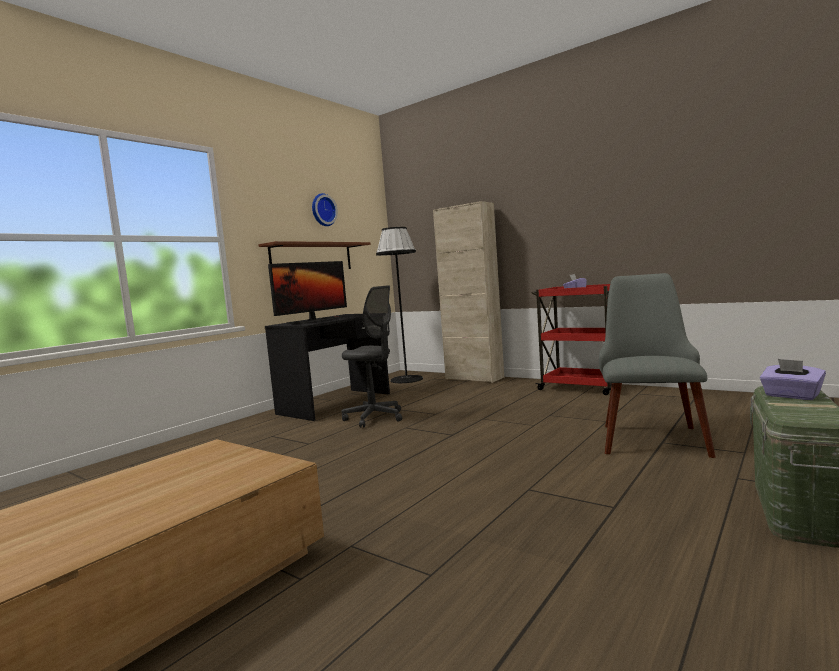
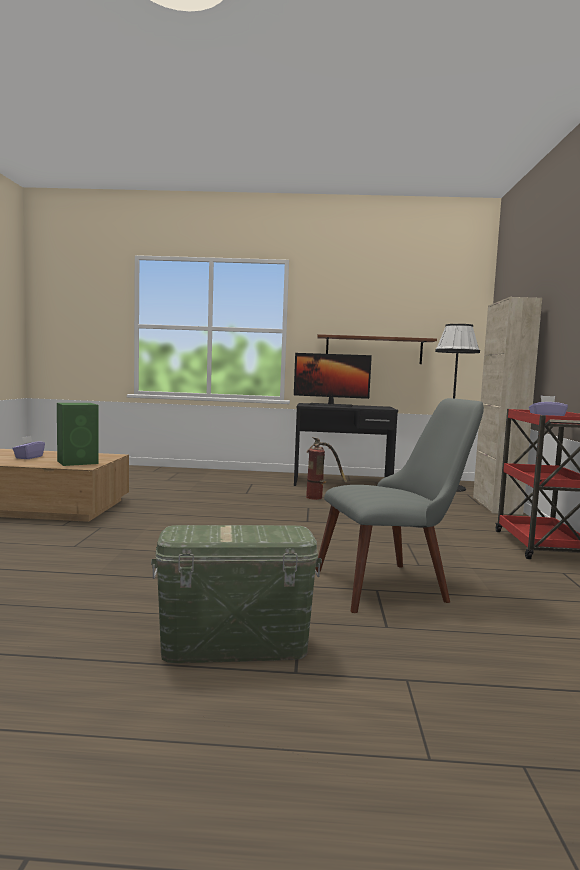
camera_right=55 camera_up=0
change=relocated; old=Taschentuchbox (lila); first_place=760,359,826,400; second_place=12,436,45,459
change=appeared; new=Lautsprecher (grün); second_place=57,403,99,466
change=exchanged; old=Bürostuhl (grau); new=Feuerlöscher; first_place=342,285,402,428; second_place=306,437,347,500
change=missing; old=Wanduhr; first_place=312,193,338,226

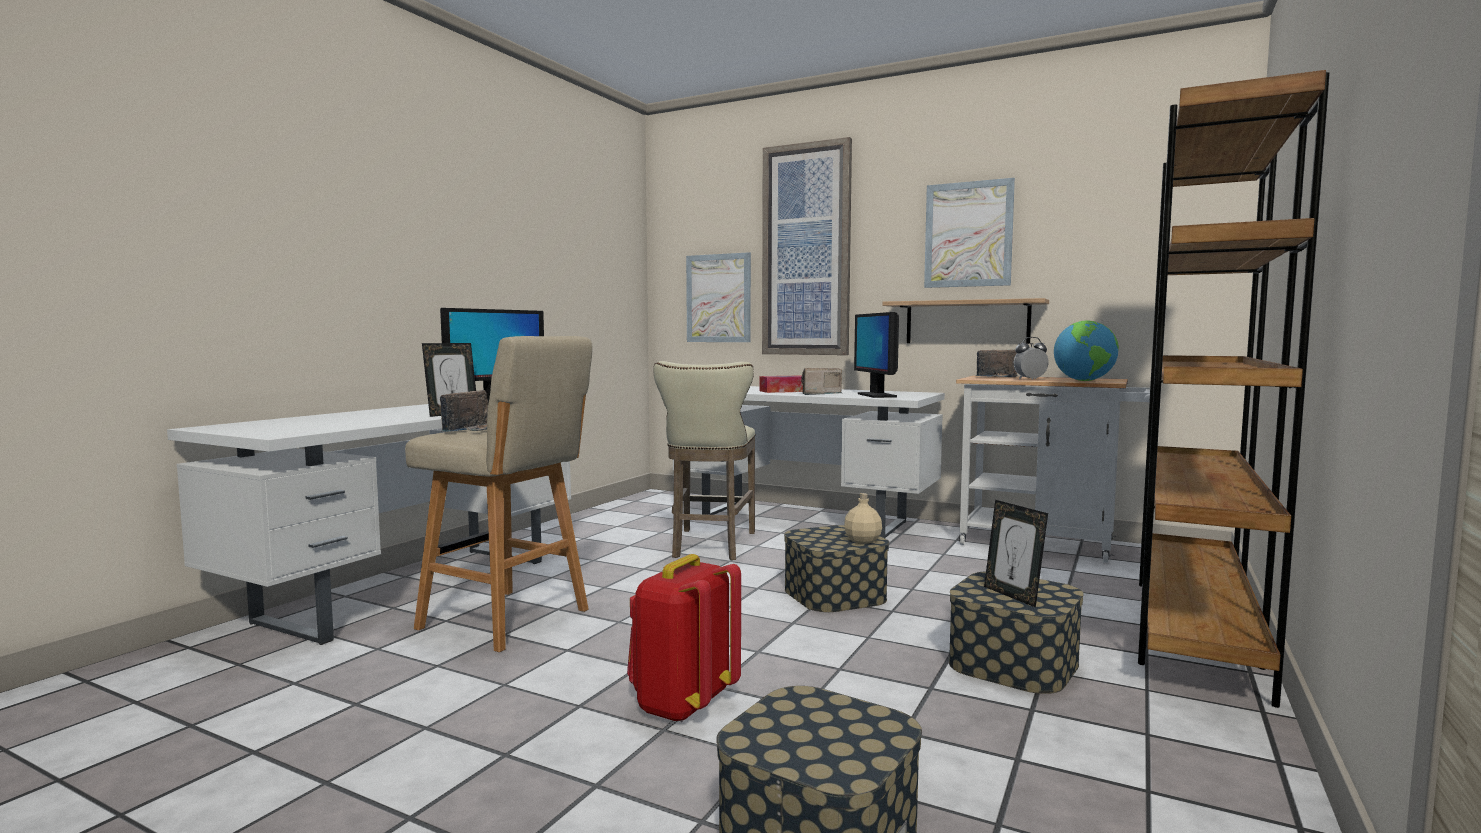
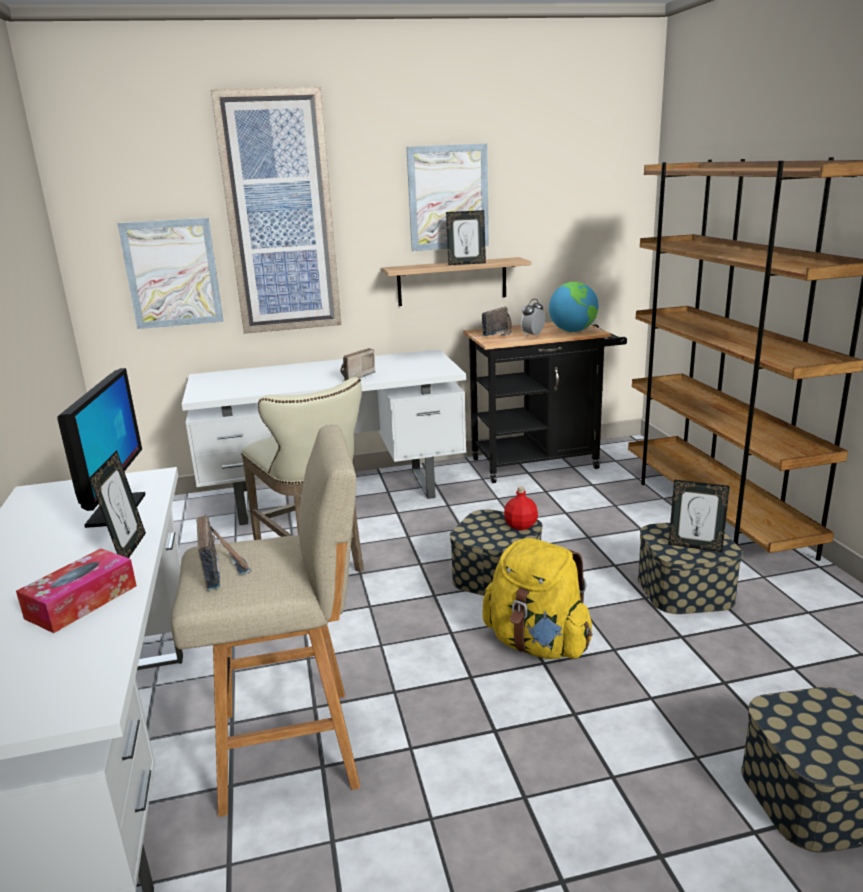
camera_right=-40 camera_up=15
change=relocated; old=Taschentuchbox; first_place=759,375,803,393; second_place=16,548,137,633
change=appeared; new=Bilderrahmen; second_place=446,210,486,265
change=colour; old=Rollwagen (weiß); new=Rollwagen (schwarz); first_place=956,375,1150,563; second_place=463,322,627,483
change=appeared; new=Rucksack (gelb); second_place=482,538,593,659
change=colour; old=Flasche (beige); new=Flasche (rot); first_place=844,493,882,544; second_place=504,486,538,530
change=missing; old=Rucksack (rot); first_place=627,554,741,722
change=missing; old=Monitor; first_place=854,312,899,398

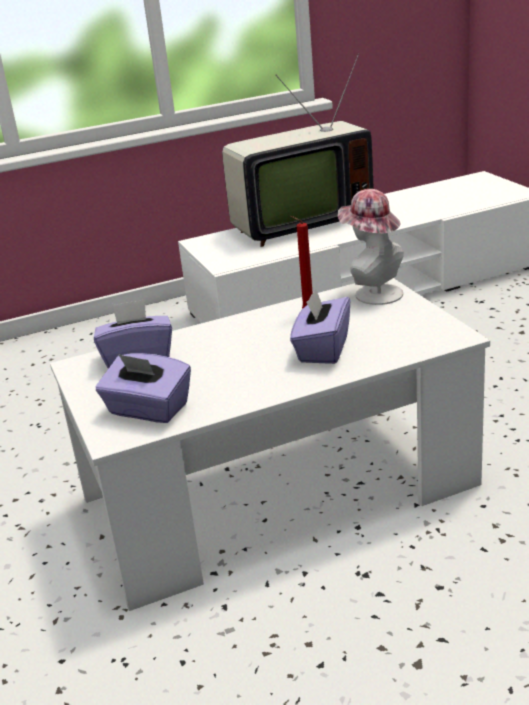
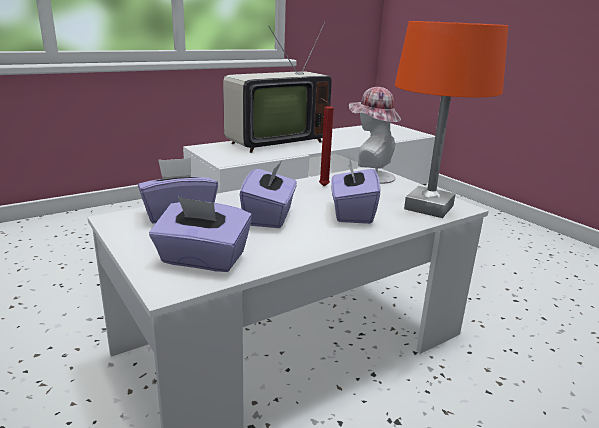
camera_right=-15 camera_up=-5
change=appeared; new=Taschentuchbox (lila); second_place=240,161,297,228
change=appeared; new=Tischlampe (orange); second_place=395,21,508,218

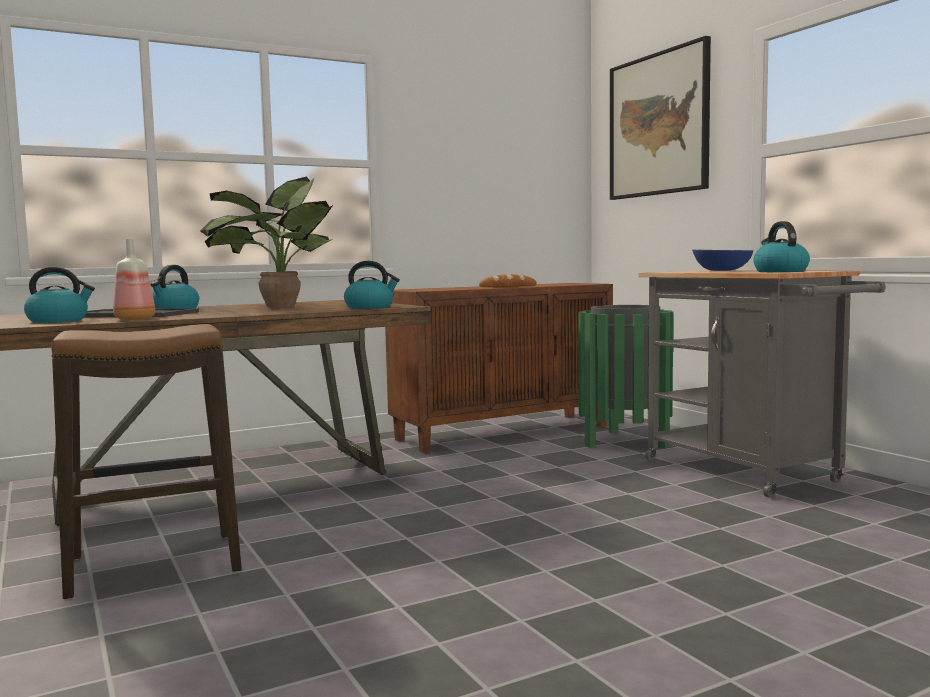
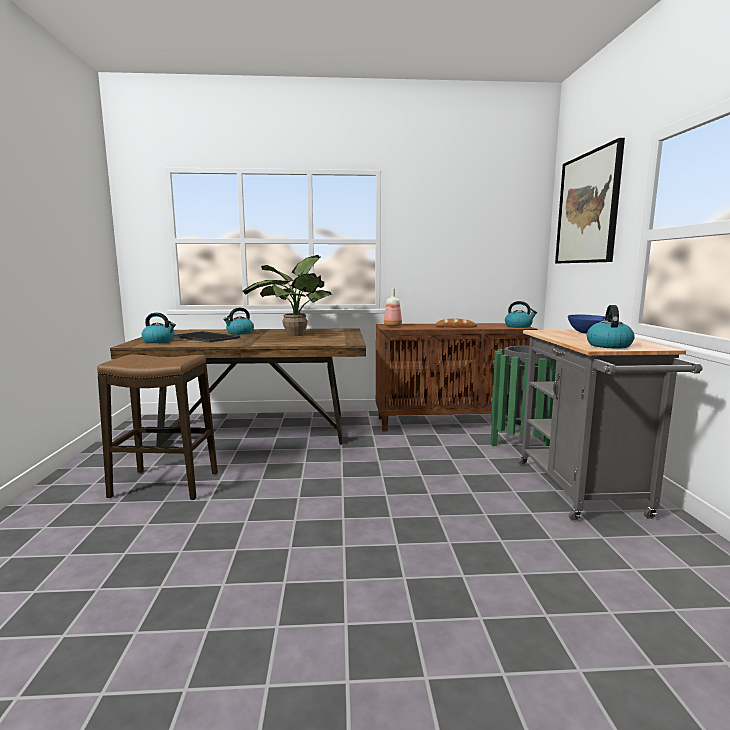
camera_right=25 camera_up=5
change=relocated; old=Flasche; first_place=113,239,155,320; second_place=384,288,402,327
change=relocated; old=Wasserkessel; first_place=344,261,400,309; second_place=505,301,537,328

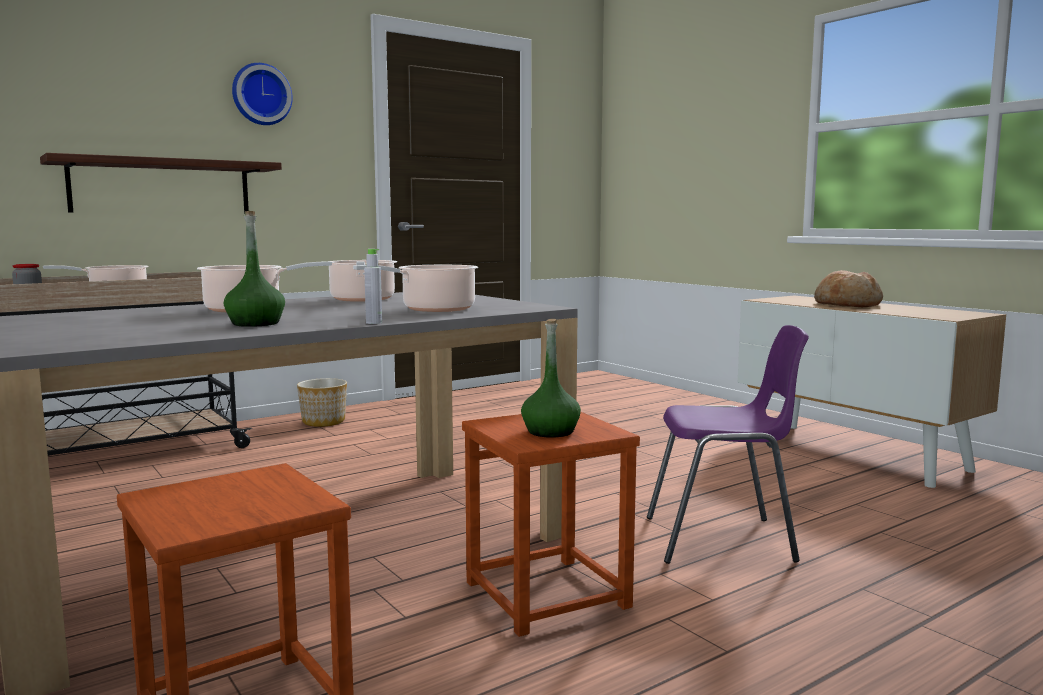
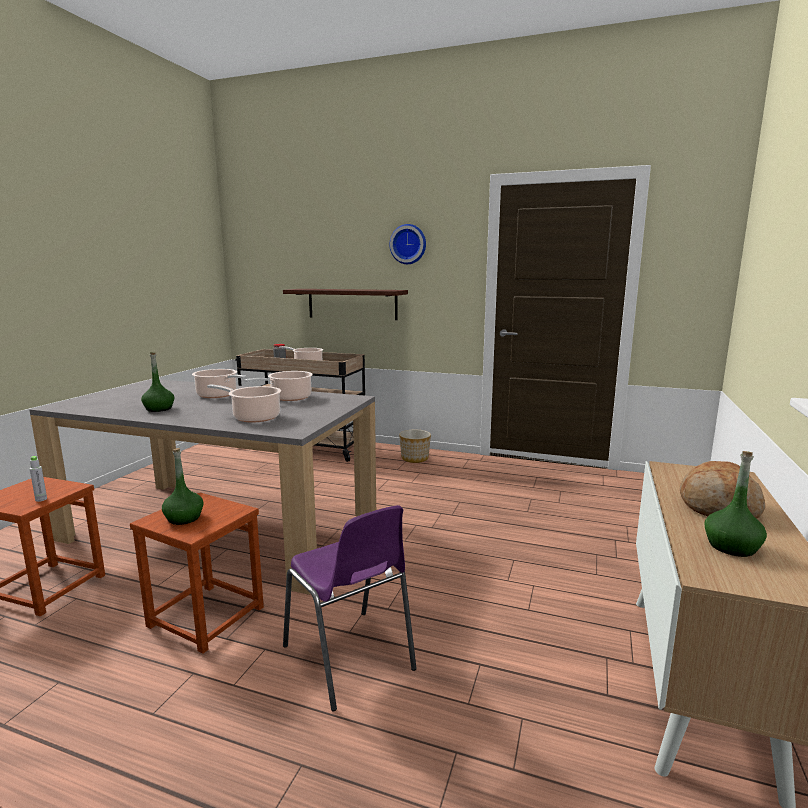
camera_right=55 camera_up=5
change=relocated; old=Flasche (grau); first_place=364,249,382,324; second_place=30,456,47,502
change=appeared; new=Flasche (grün); second_place=704,451,767,557

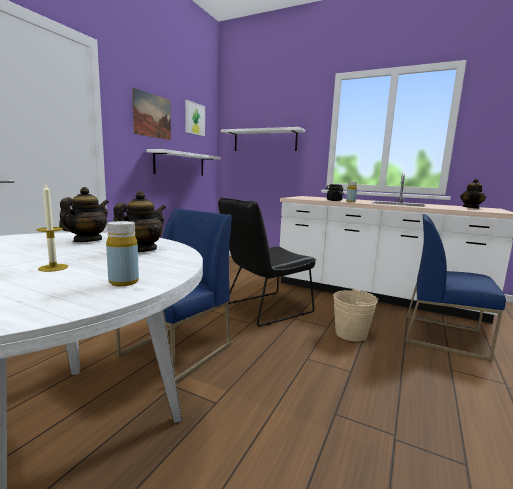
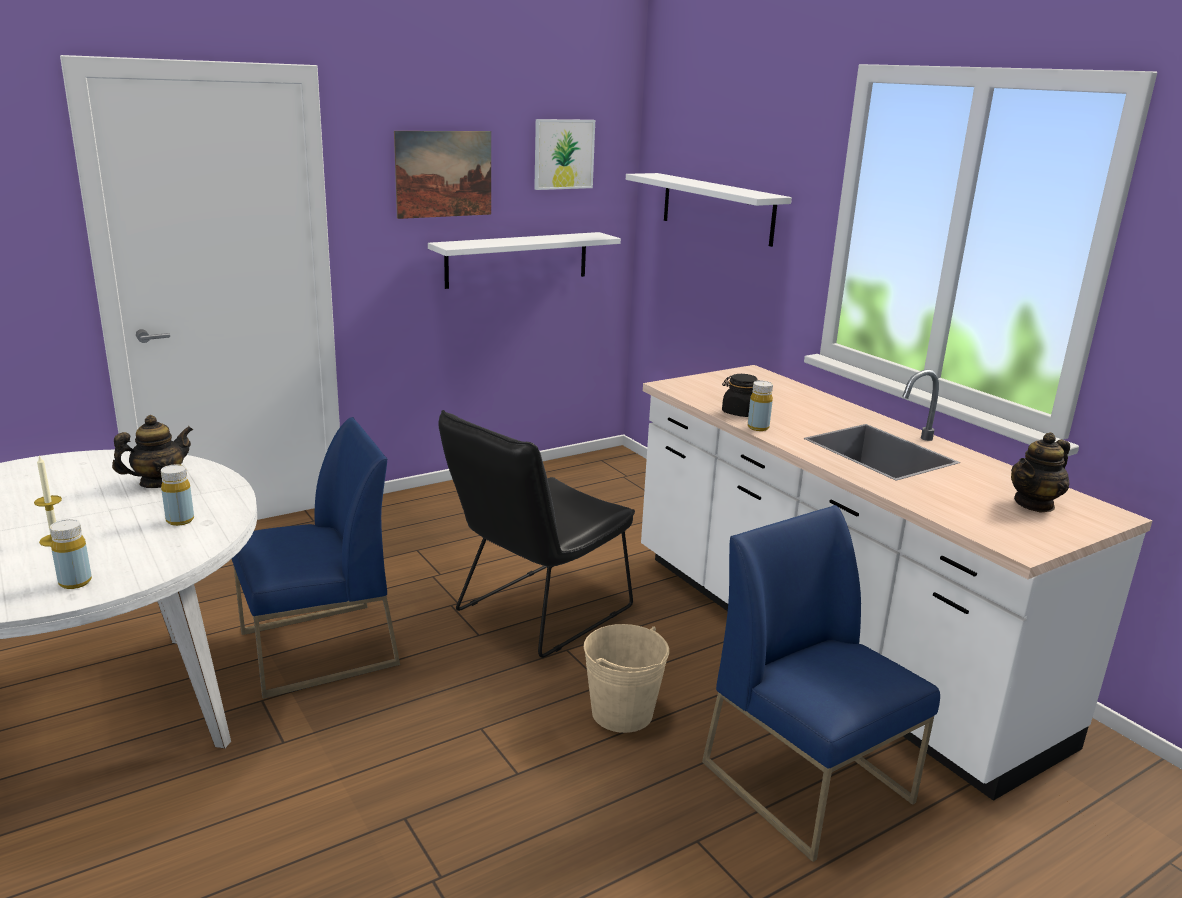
camera_right=30 camera_up=10
change=exchanged; old=Teekanne; new=Flasche (gelb); first_place=113,191,166,252; second_place=161,464,194,526
change=spun; old=Stuhl (schwarz); first_place=218,197,316,327; second_place=438,410,635,658; degrees=-45

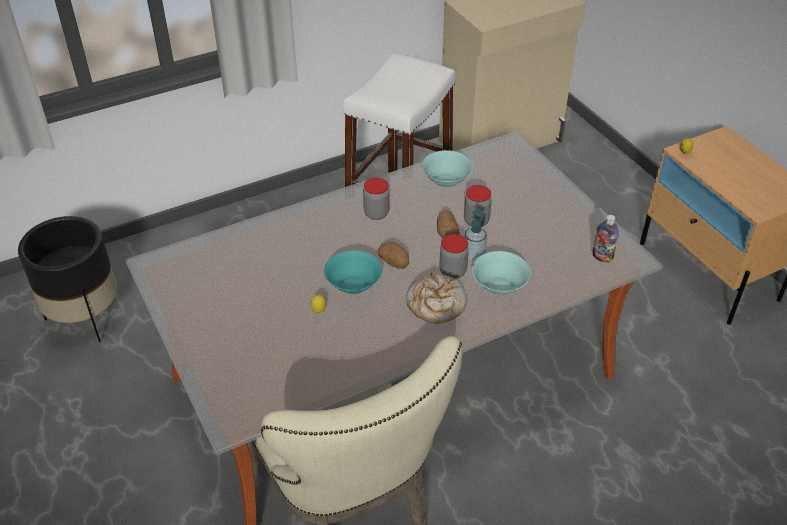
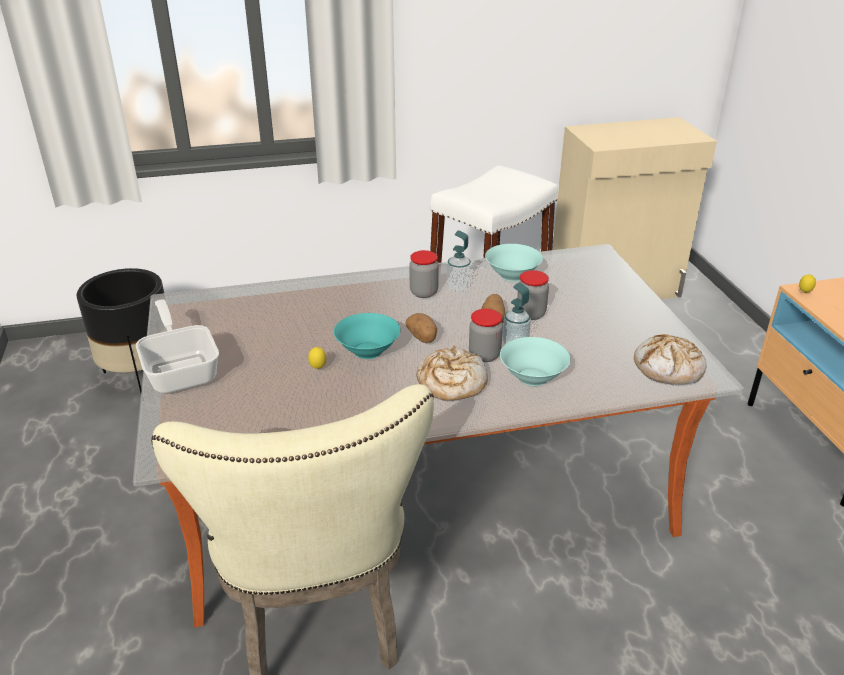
camera_right=15 camera_up=-10
change=appeared; new=Pfanne; second_place=136,299,219,393
change=appeared; new=Seifenspender; second_place=447,230,471,292
change=exchanged; old=Flasche; new=Brot; first_place=593,215,619,263; second_place=634,334,707,385

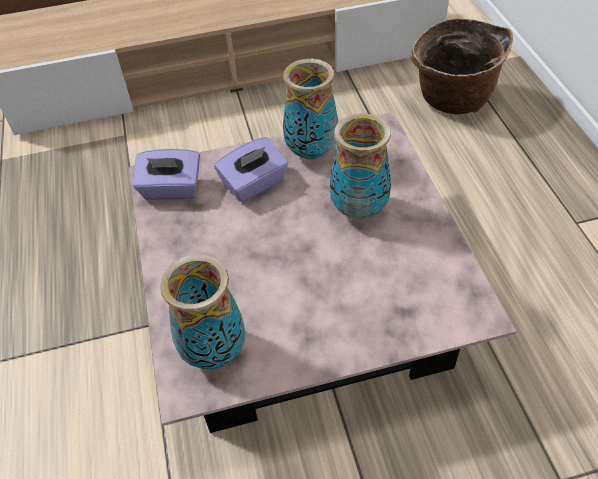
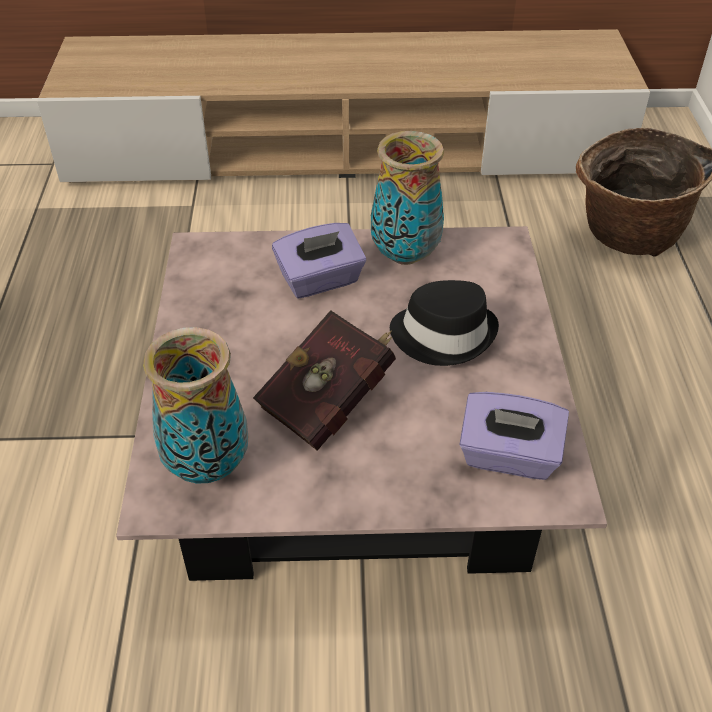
camera_right=10 camera_up=-5
change=appeared; new=Buch (rot); second_place=253,310,396,451
change=exchanged; old=Vase; new=Hut (schwarz); first_place=330,113,391,219; second_place=390,280,499,366
change=relocated; old=Taschentuchbox (lila); first_place=133,149,200,200; second_place=459,392,569,480

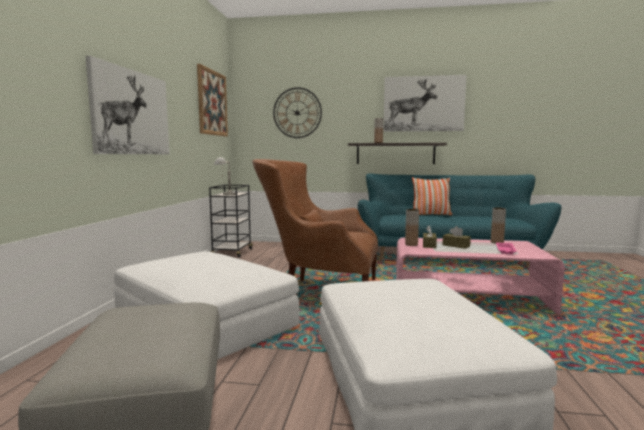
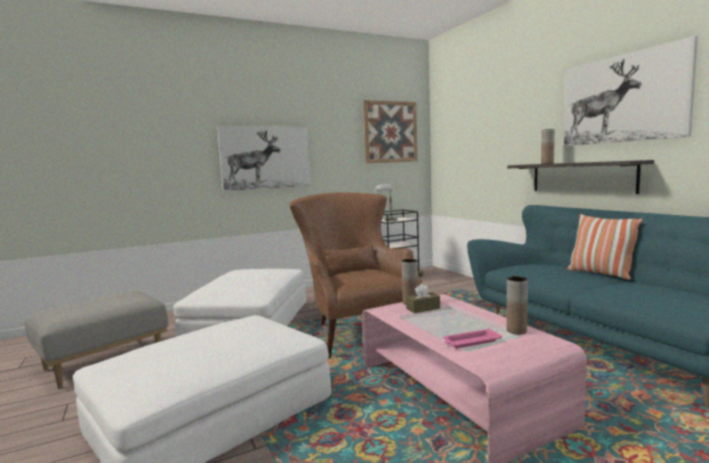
camera_right=55 camera_up=0
change=missing; old=Wanduhr; first_place=273,87,322,138
change=missing; old=Taschentuchbox (braun); first_place=442,226,471,249

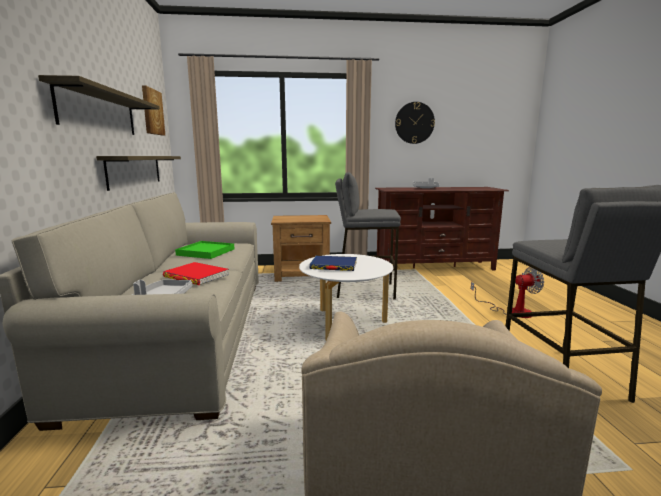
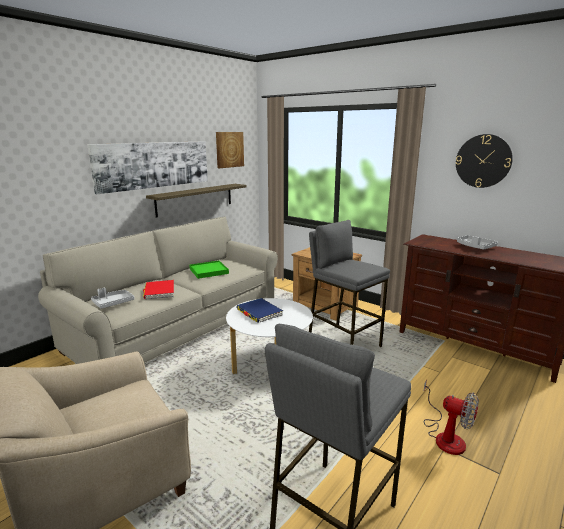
camera_right=45 camera_up=5
change=exchanged; old=Wandregal; new=Bild; first_place=38,75,160,135; second_place=87,141,208,194

